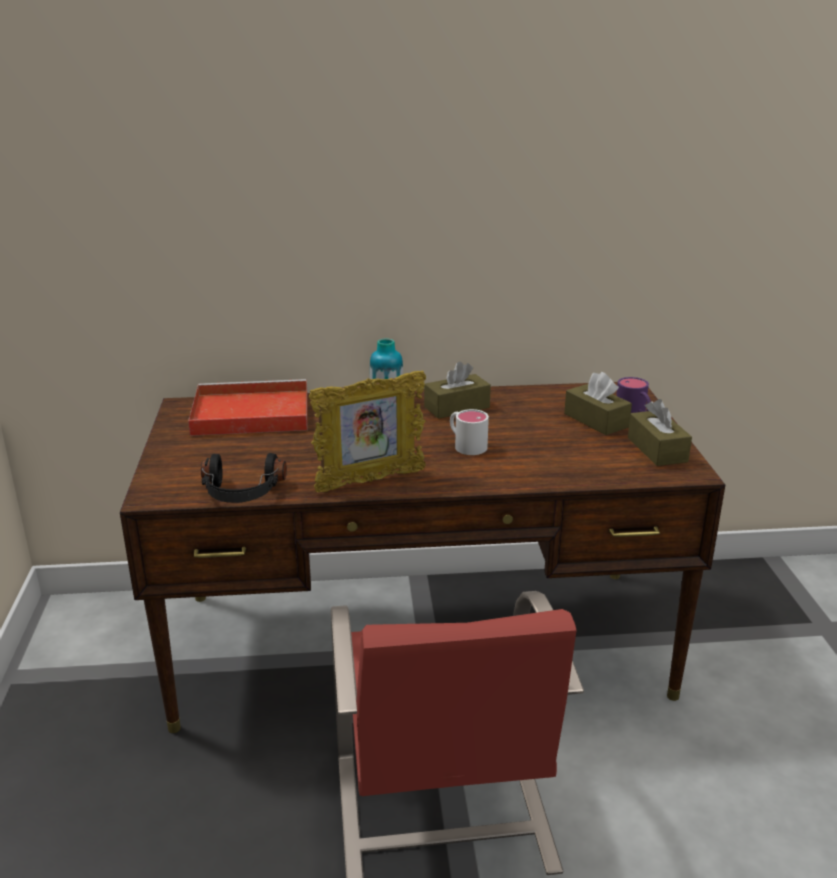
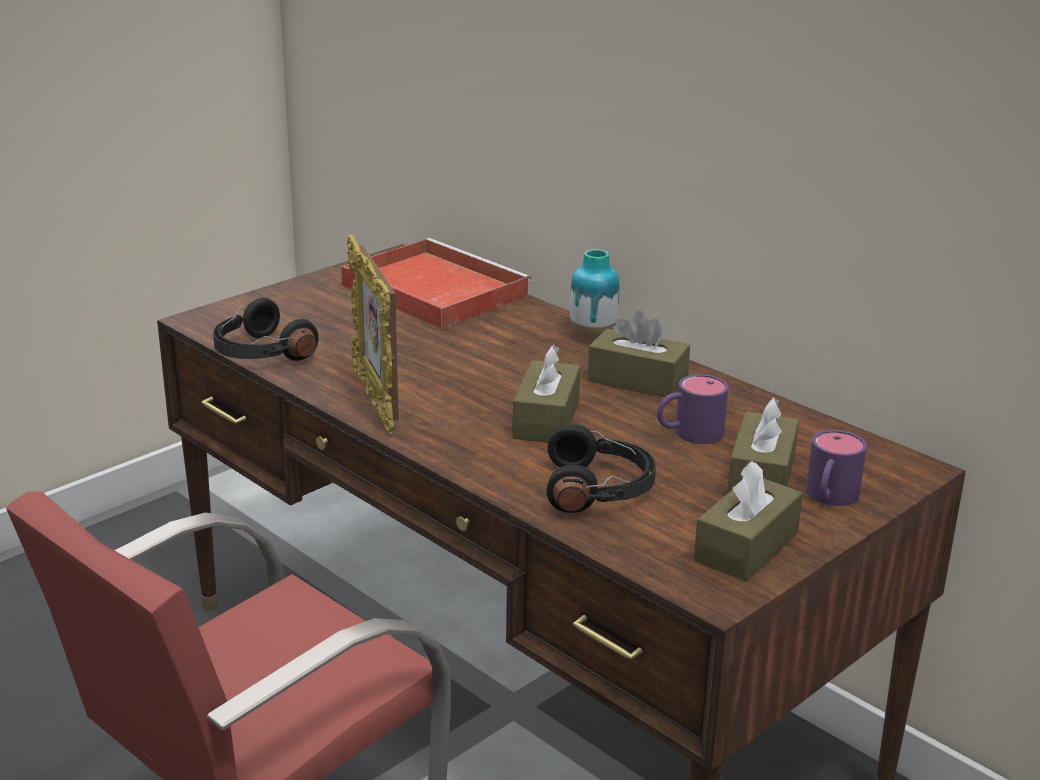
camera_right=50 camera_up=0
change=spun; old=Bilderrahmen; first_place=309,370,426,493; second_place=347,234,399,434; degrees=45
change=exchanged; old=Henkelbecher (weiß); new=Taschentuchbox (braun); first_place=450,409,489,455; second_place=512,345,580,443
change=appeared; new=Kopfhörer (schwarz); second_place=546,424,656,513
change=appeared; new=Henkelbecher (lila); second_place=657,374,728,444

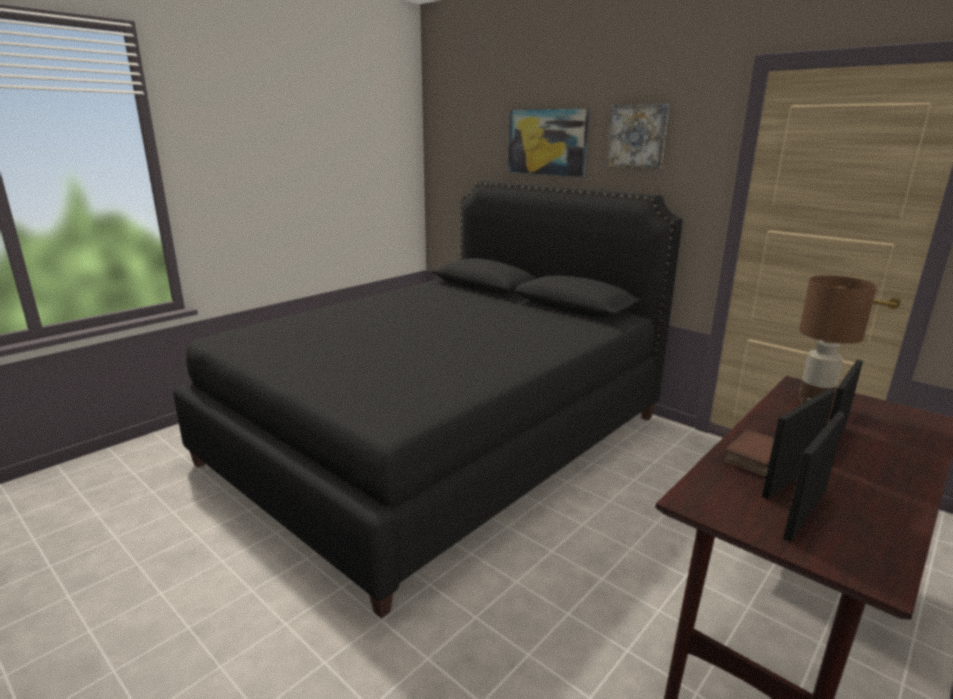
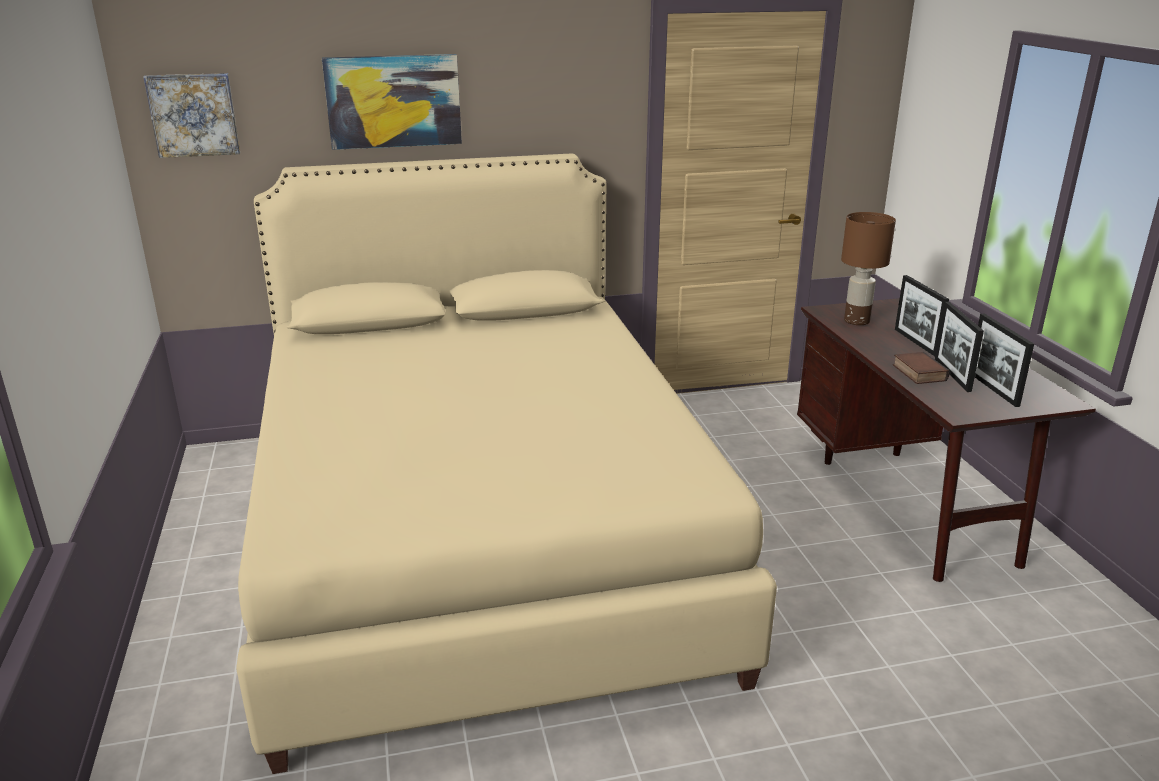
camera_right=-55 camera_up=5
change=relocated; old=Bild; first_place=606,104,670,169; second_place=144,73,240,158
change=colour; old=Bett (schwarz); new=Bett (beige); first_place=173,180,683,618; second_place=236,153,777,774

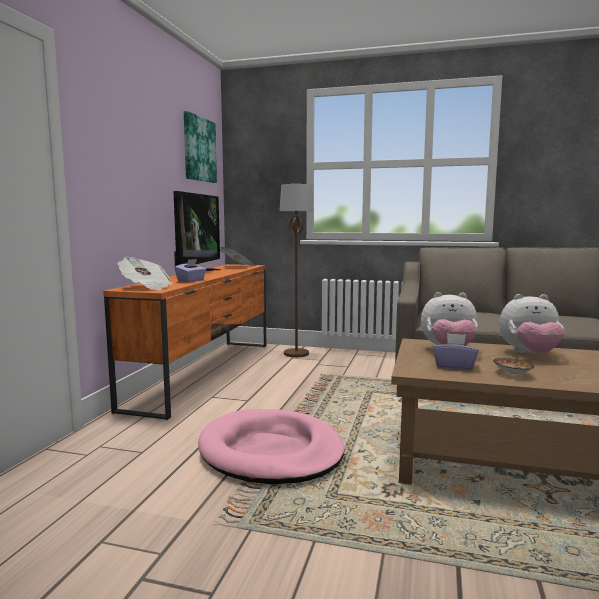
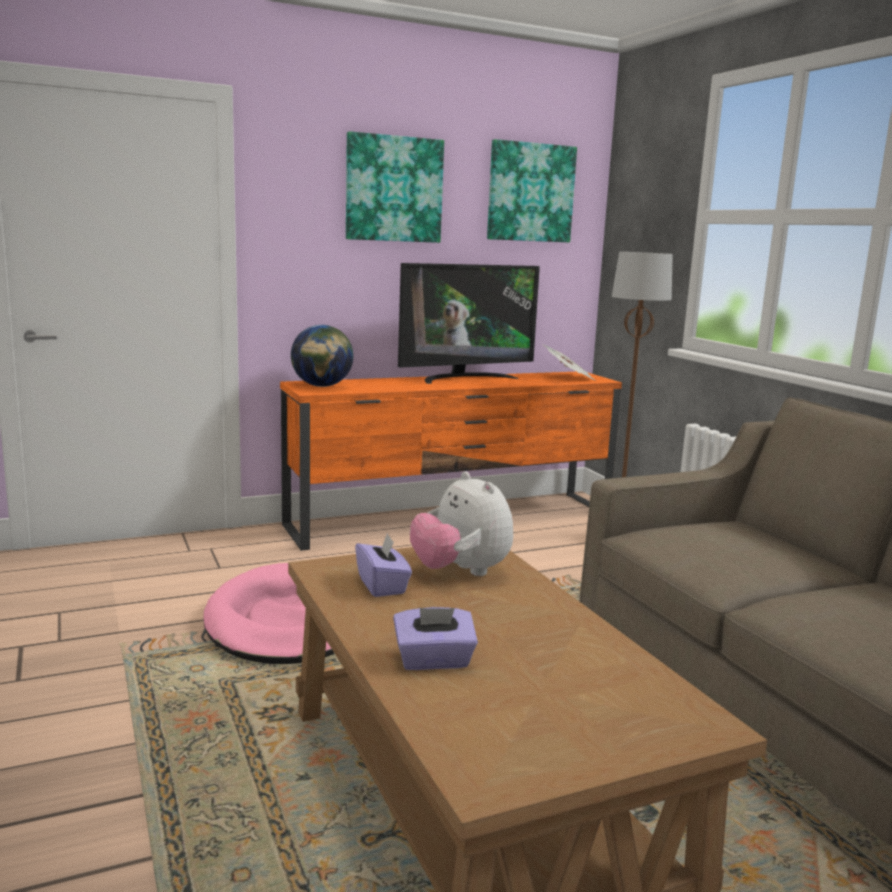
camera_right=50 camera_up=5
change=exchanged; old=Zeitung; new=Globus; first_place=117,257,173,290; second_place=291,325,353,387
change=appeared; new=Bild; second_place=346,131,444,243
change=relocated; old=Taschentuchbox (lila); first_place=175,259,206,282; second_place=393,607,478,670
change=missing; old=Schüssel; first_place=493,358,534,375
change=missing; old=Plüschtier; first_place=499,294,564,354

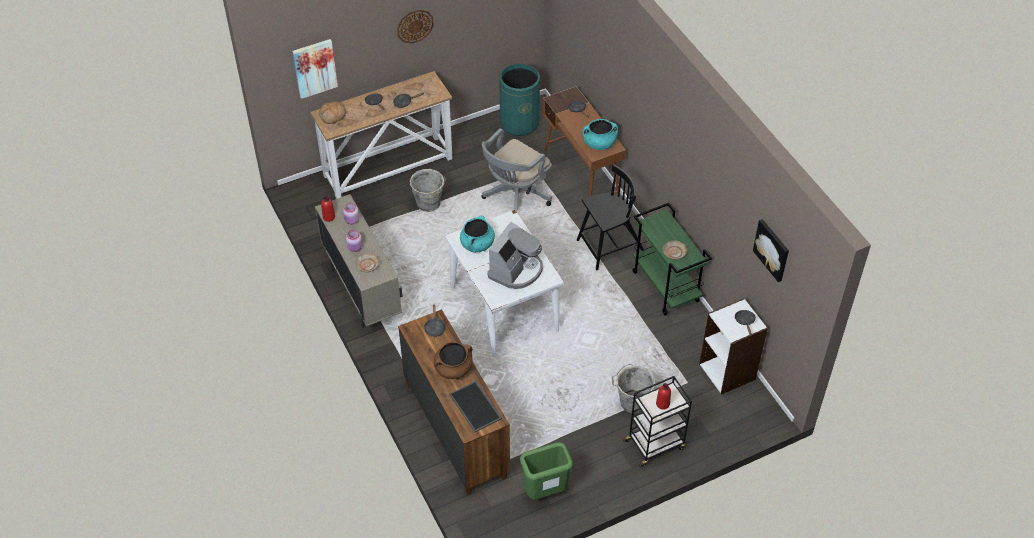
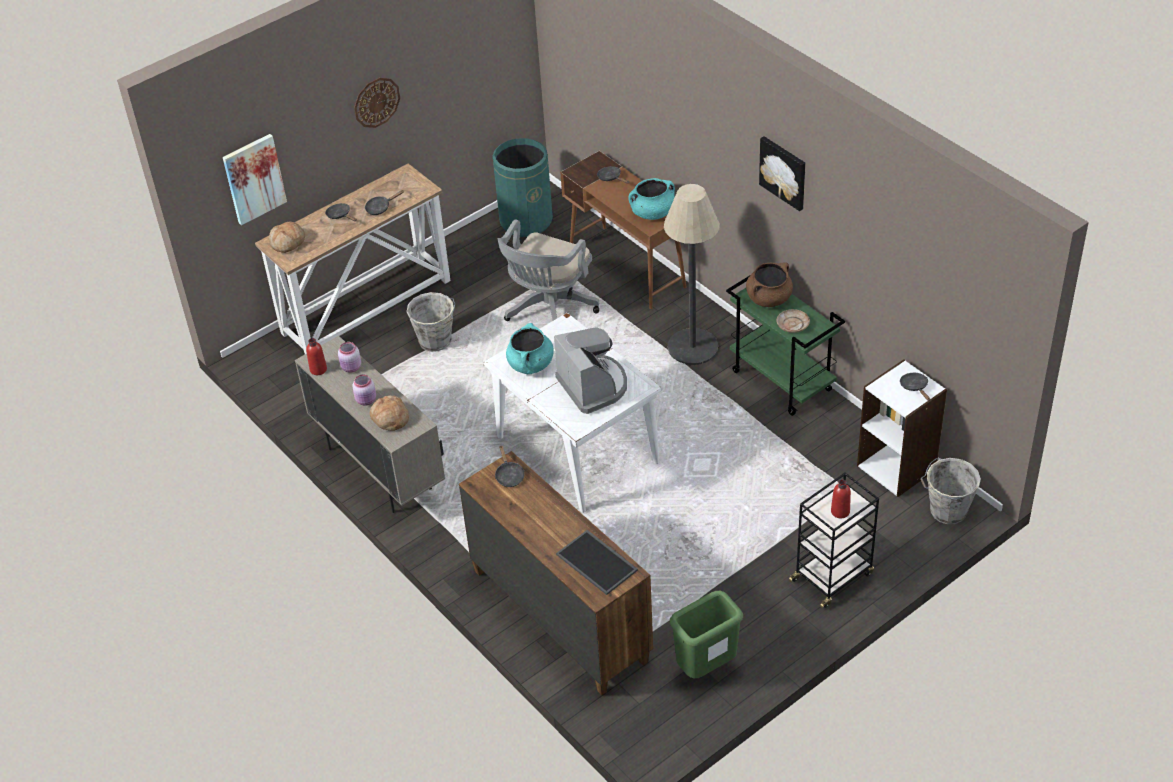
camera_right=-10 camera_up=-5
change=exchanged; old=Teller (beige); new=Brot; first_place=355,253,380,272; second_place=370,395,409,431
change=spun; old=Kaffeemaschine; first_place=487,222,543,289; second_place=554,328,627,414; degrees=-45
change=exchanged; old=Stuhl (schwarz); new=Stehlampe; first_place=577,165,644,270; second_place=664,184,720,365
change=relocated; old=Kochtopf (braun); first_place=434,342,473,379; second_place=746,262,793,307
change=relocated; old=Bild; first_place=753,219,789,282; second_place=759,136,805,211
change=relocated; old=Eimer (grau); first_place=612,364,655,413; second_place=920,458,981,524

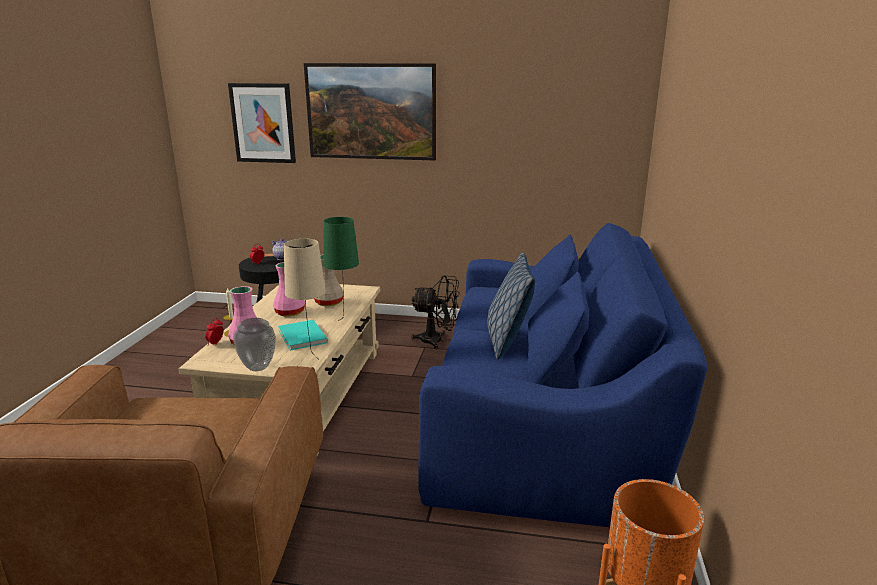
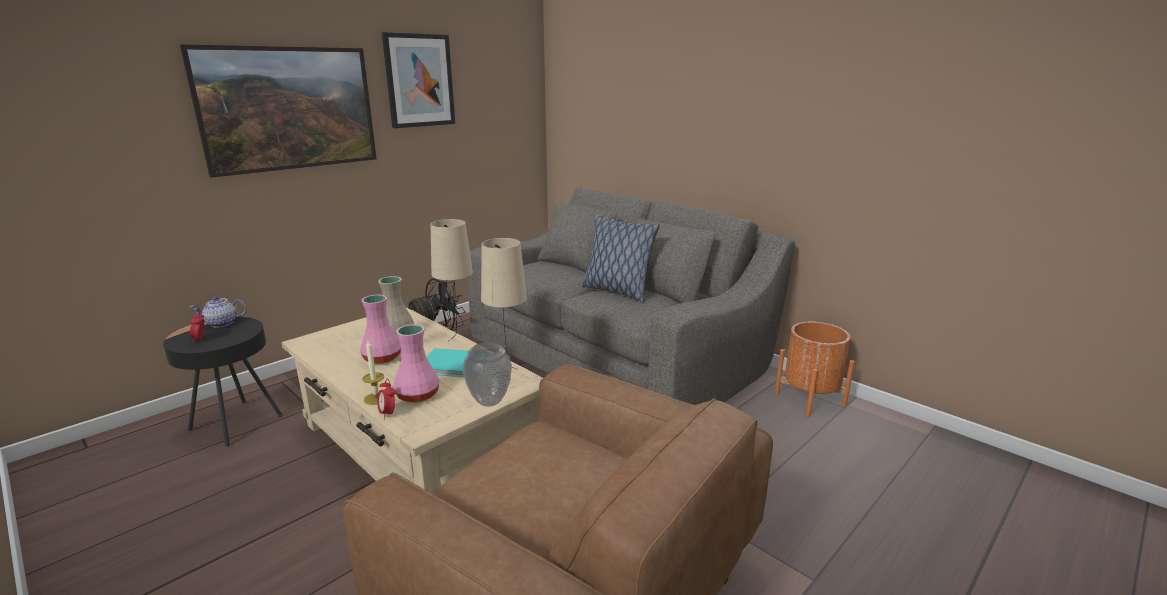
camera_right=-55 camera_up=0
change=relocated; old=Bild; first_place=228,83,296,163; second_place=382,32,455,128
change=colour; old=Tischlampe (grün); new=Tischlampe (beige); first_place=323,217,359,321; second_place=430,219,473,341
change=colour; old=Sofa (blau); new=Sofa (grau); first_place=418,223,708,527; second_place=468,187,795,405

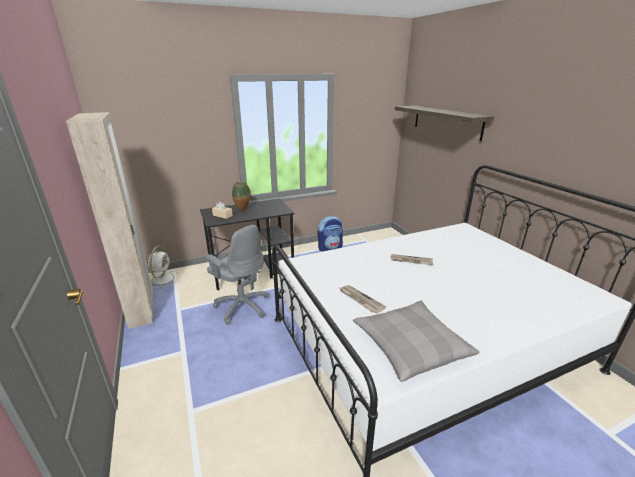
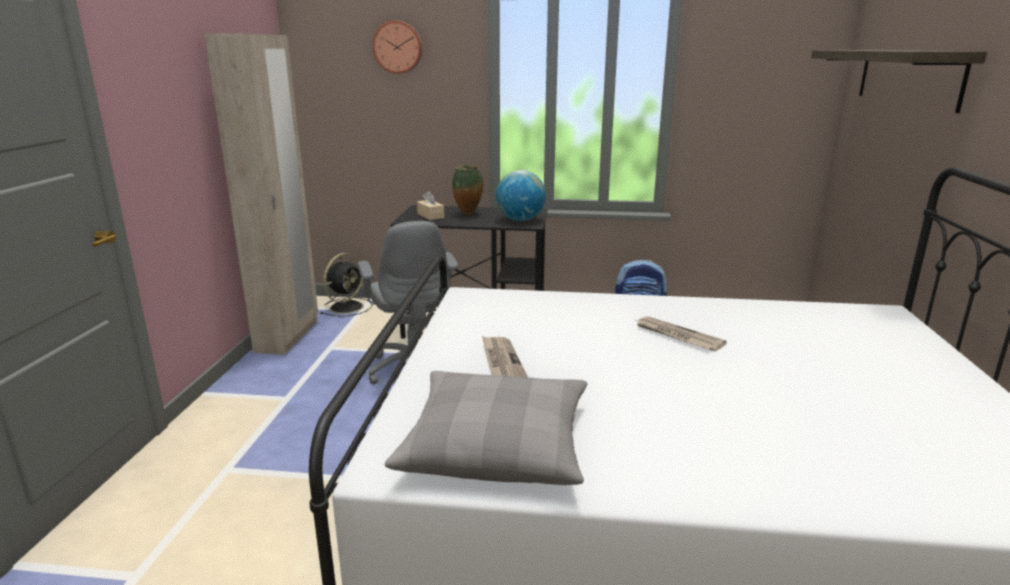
camera_right=30 camera_up=-5
change=colour; old=Ventilator (weiß); new=Ventilator (schwarz); first_place=147,246,180,288; second_place=320,253,373,317
change=appeared; new=Wanduhr; second_place=372,21,422,74
change=appeared; new=Globus; second_place=496,170,546,221

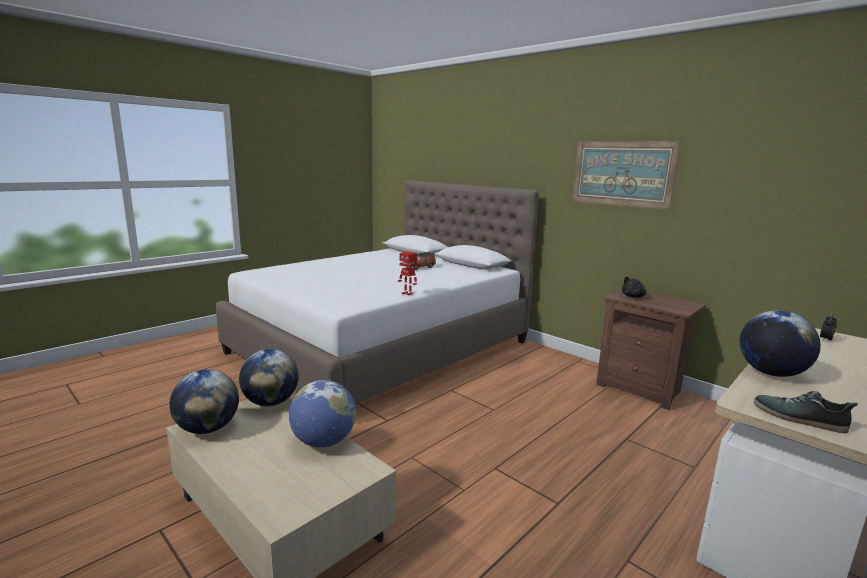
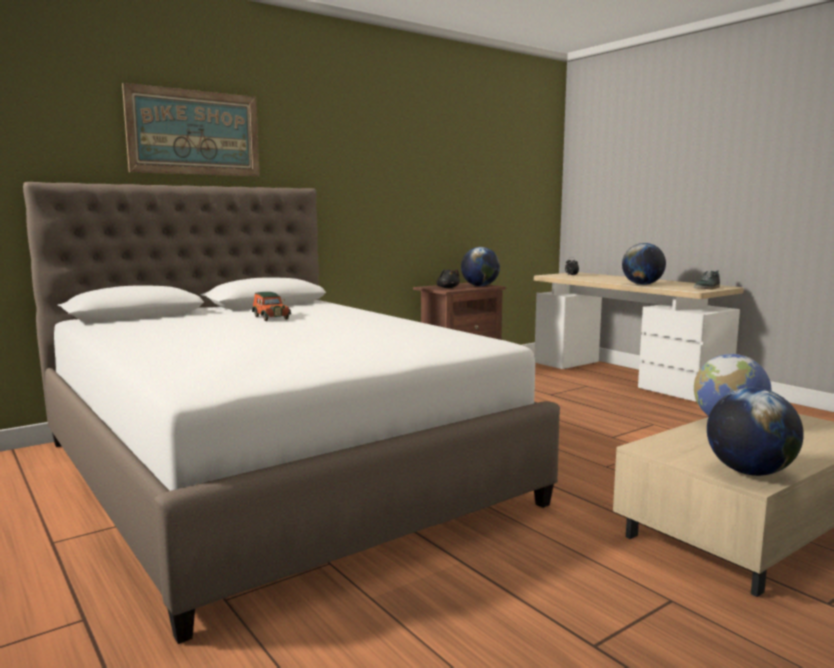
camera_right=-80 camera_up=-5
change=relocated; old=Bild; first_place=572,141,681,210; second_place=122,83,259,176
change=relocated; old=Globus; first_place=239,349,299,406; second_place=461,247,500,286
change=missing; old=Spielzeugroboter; first_place=398,251,417,295

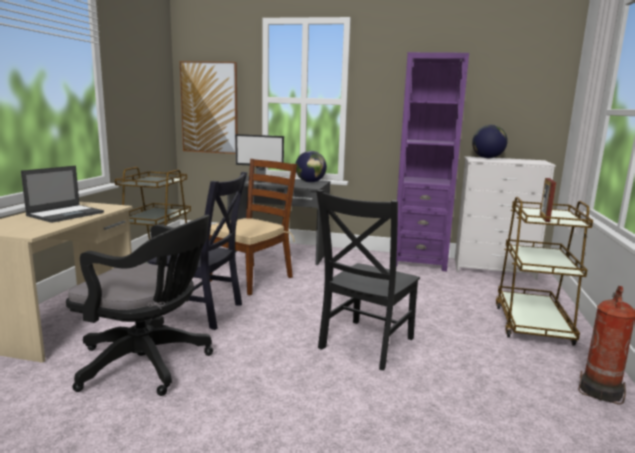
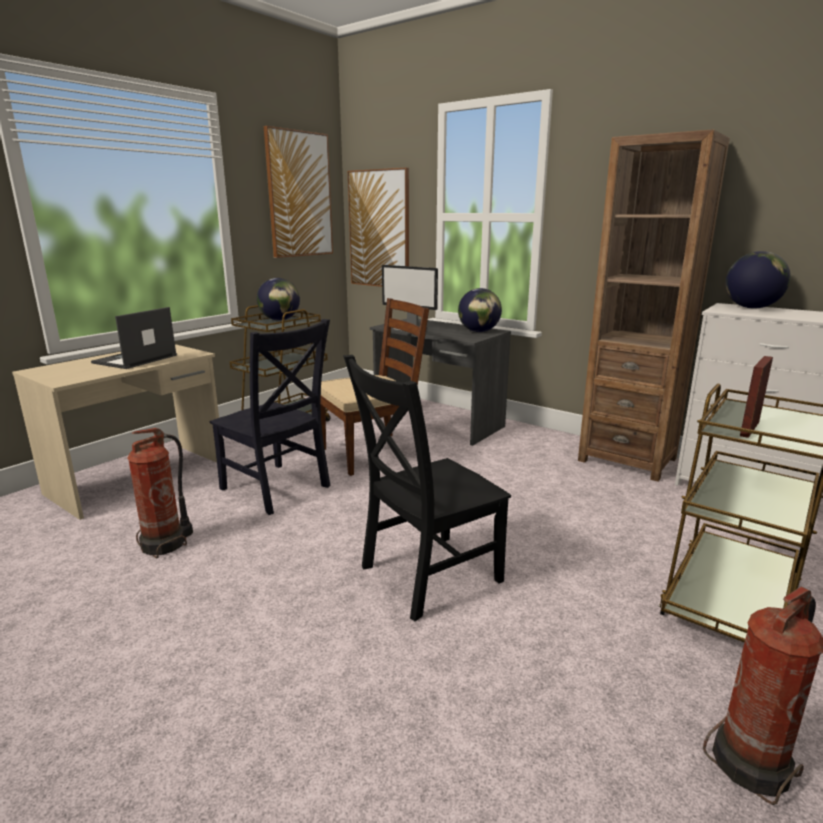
camera_right=25 camera_up=5
change=spun; old=Laptop; first_place=21,166,104,223; second_place=91,307,177,369; degrees=150
change=exchanged; old=Bürostuhl (schwarz); new=Feuerlöscher; first_place=66,215,213,396; second_place=127,428,193,558
change=appeared; new=Globus; second_place=257,278,300,321
change=appeared; new=Bild; second_place=264,126,333,258
change=colour; old=Bücherregal (lila); new=Bücherregal (braun); first_place=396,52,469,271; second_place=578,129,730,482

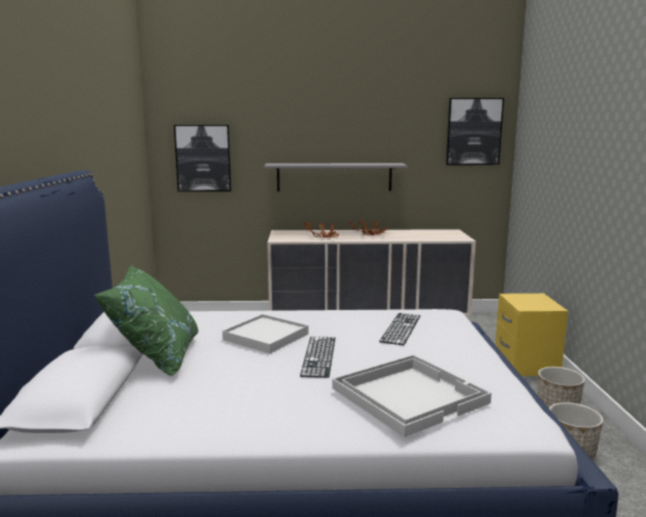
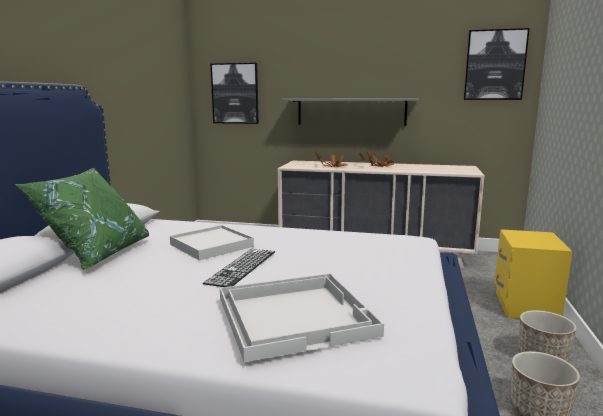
camera_right=15 camera_up=0
change=missing; old=Tastatur; first_place=379,313,420,345

